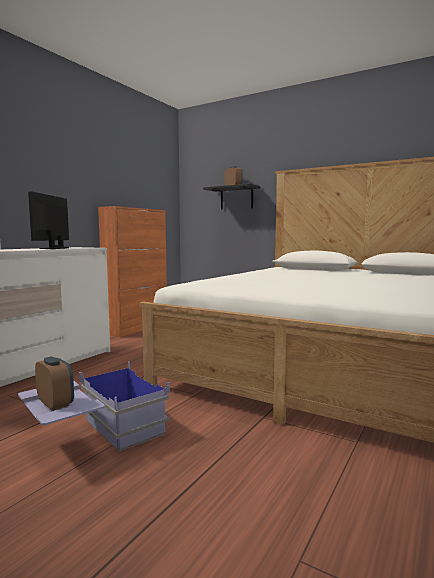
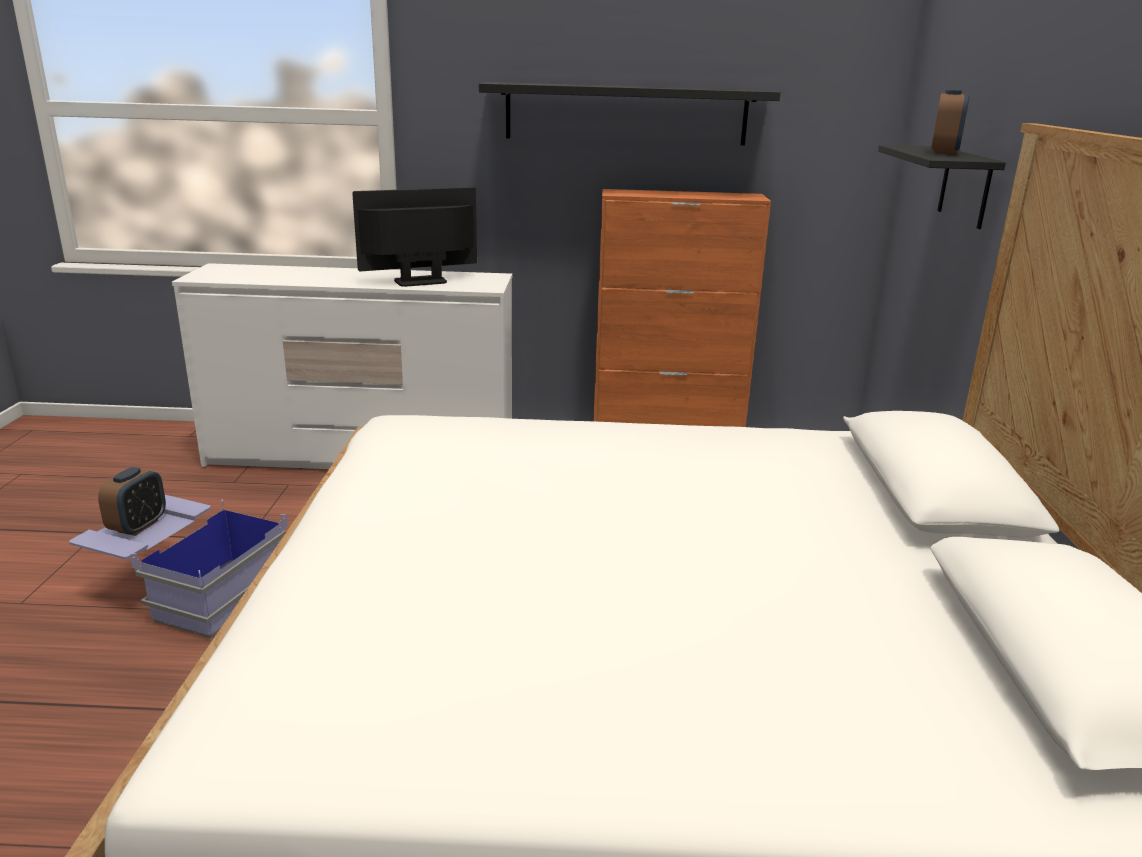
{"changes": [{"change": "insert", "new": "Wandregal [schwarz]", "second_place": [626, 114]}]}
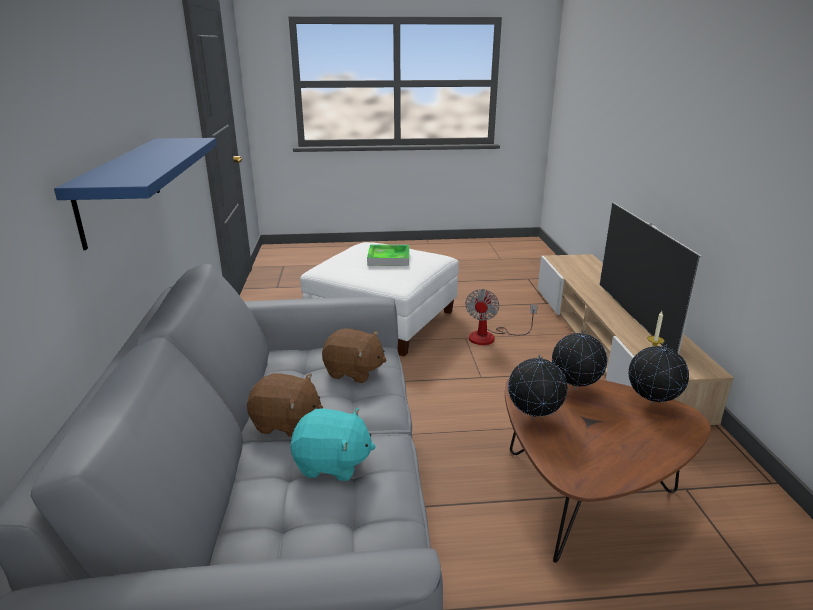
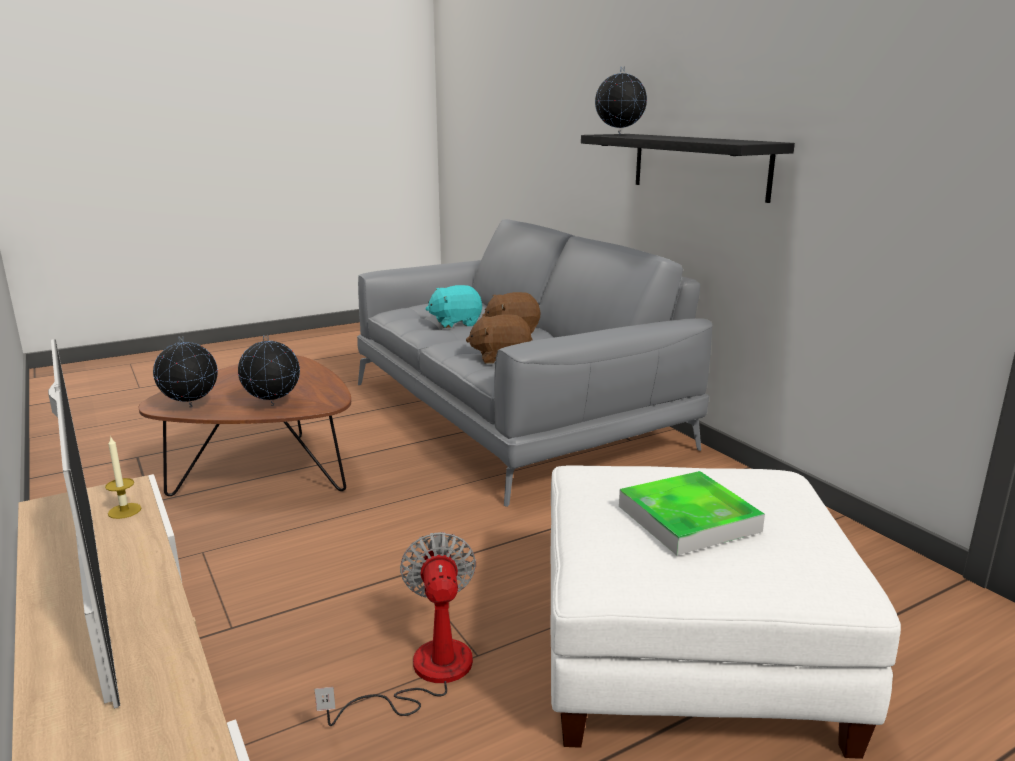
{"changes": [{"change": "recolor", "old": "Wandregal [blau]", "new": "Wandregal [schwarz]", "first_place": [120, 187], "second_place": [699, 165]}, {"change": "move", "old": "Globus", "first_place": [533, 417], "second_place": [619, 135]}]}
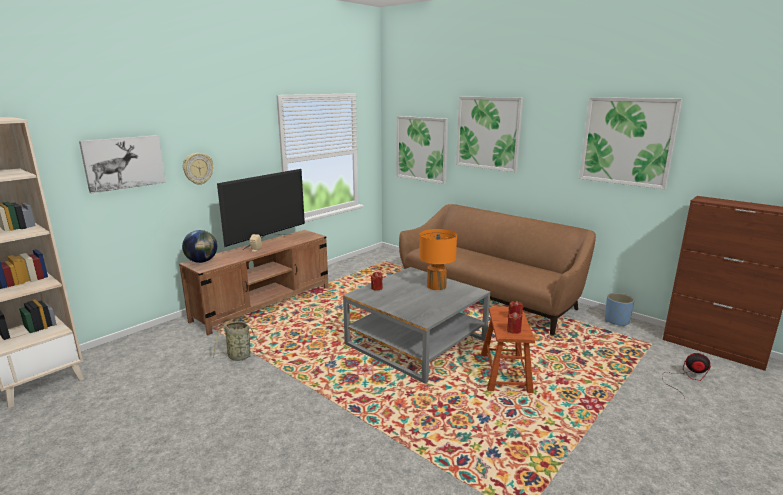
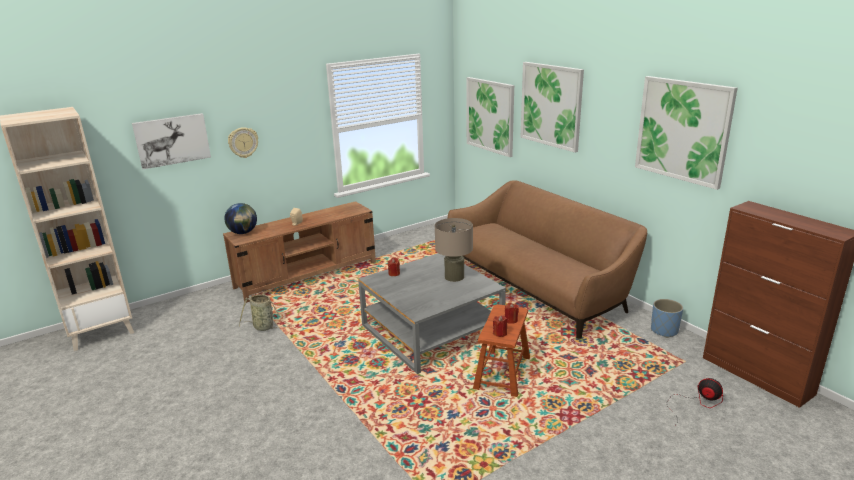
{"changes": [{"change": "delete", "old": "Fernseher", "first_place": [267, 241]}, {"change": "recolor", "old": "Tischlampe [orange]", "new": "Tischlampe [beige]", "first_place": [436, 286], "second_place": [454, 277]}]}
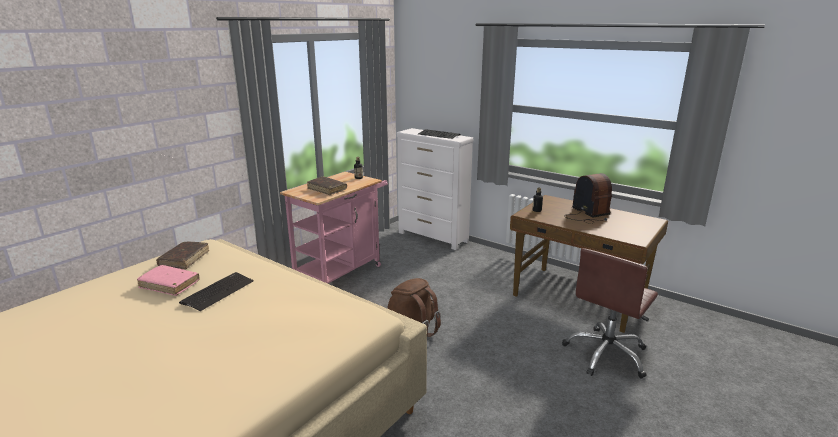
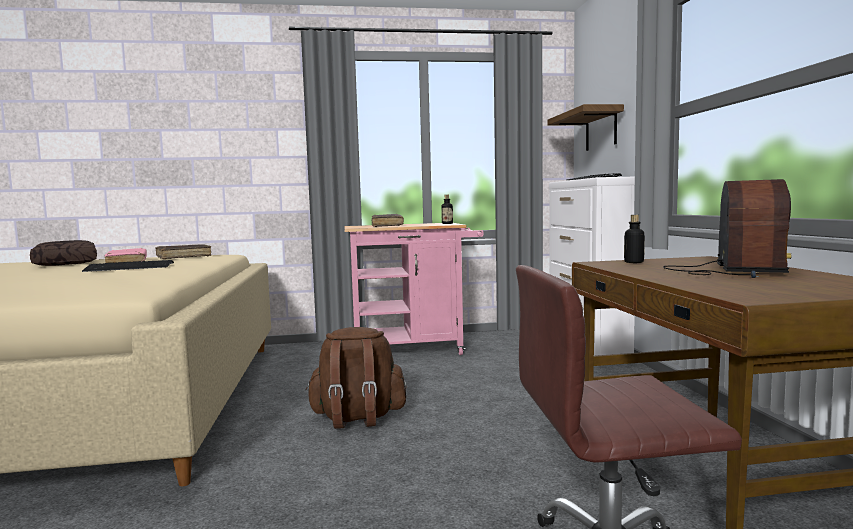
{"changes": [{"change": "insert", "new": "Wandregal", "second_place": [601, 130]}, {"change": "insert", "new": "Kissen [braun]", "second_place": [67, 263]}]}
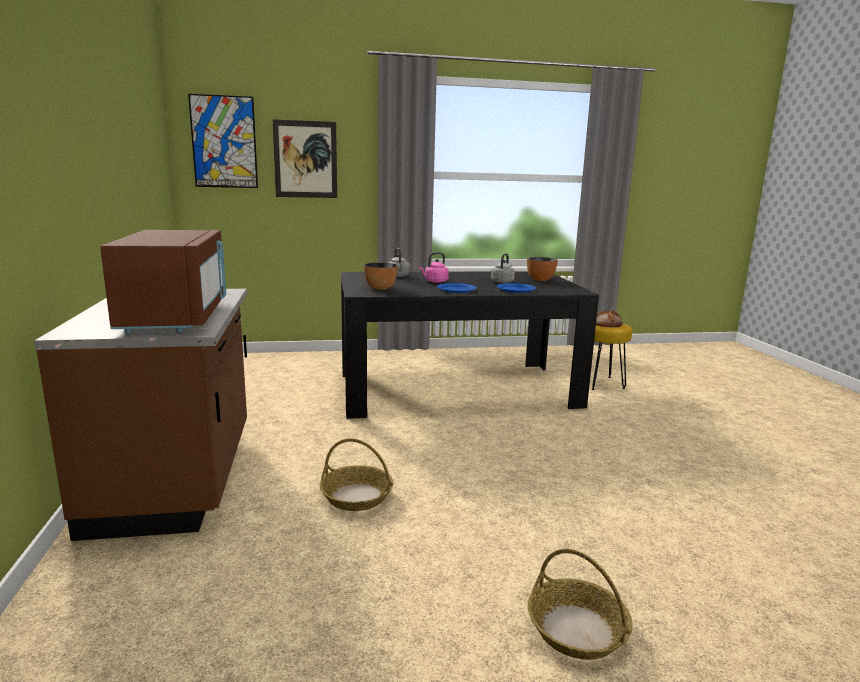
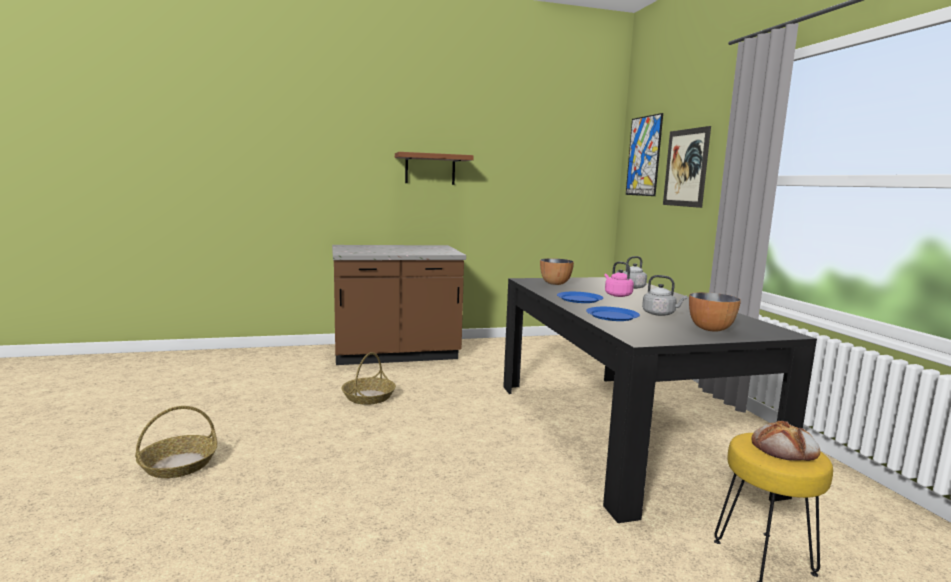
{"changes": [{"change": "delete", "old": "Mikrowelle [braun]", "first_place": [176, 317]}, {"change": "insert", "new": "Wandregal [braun]", "second_place": [430, 169]}]}
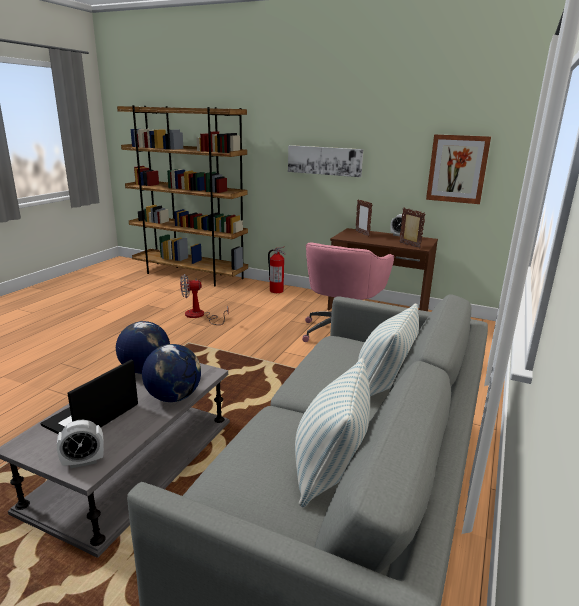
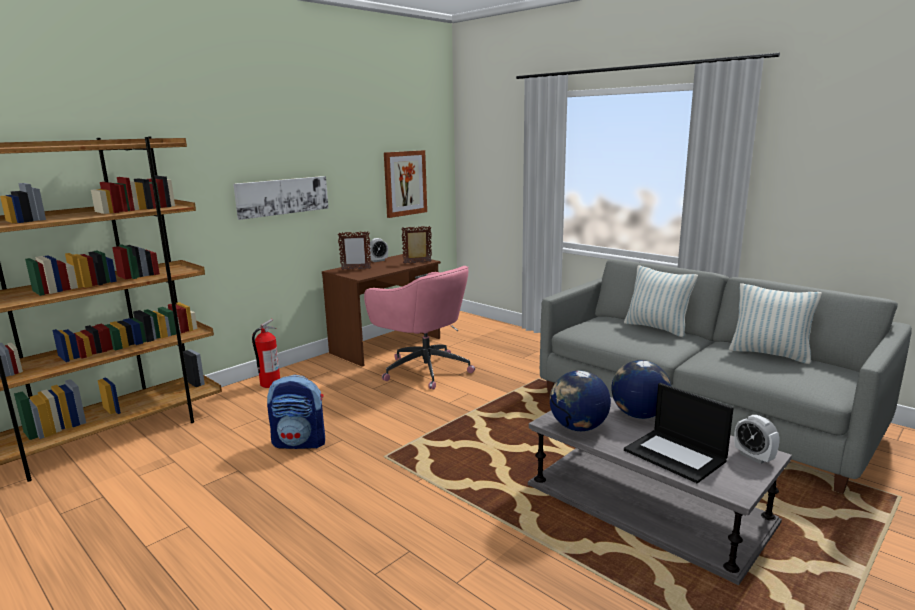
{"changes": [{"change": "replace", "old": "Ventilator", "new": "Rucksack", "first_place": [199, 316], "second_place": [300, 443]}, {"change": "rotate", "old": "Wecker", "first_place": [83, 461], "second_place": [753, 457], "degrees": 150}]}
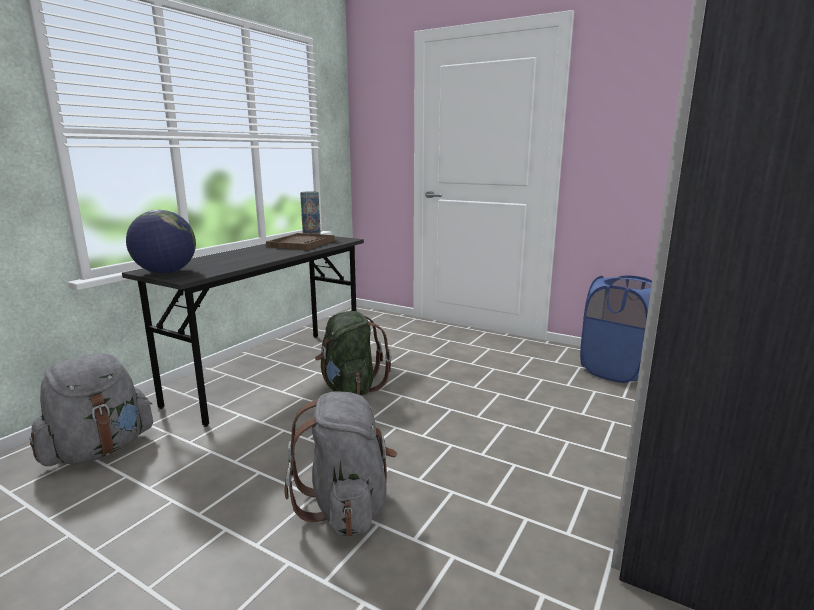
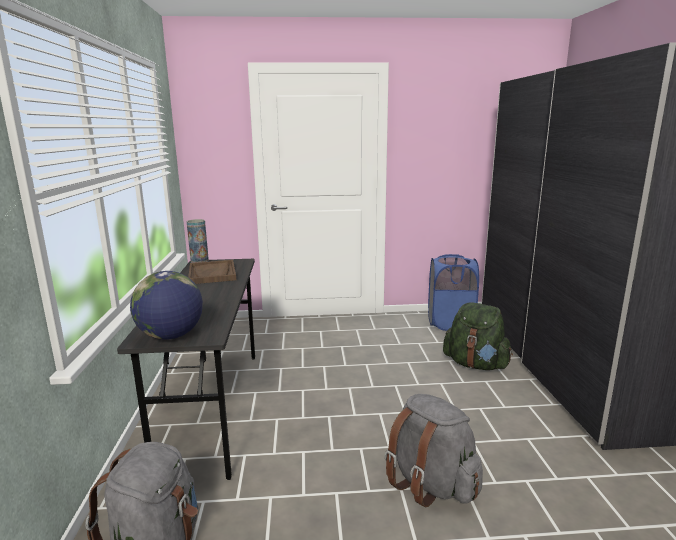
{"changes": [{"change": "move", "old": "Rucksack [grün]", "first_place": [350, 389], "second_place": [475, 364]}]}
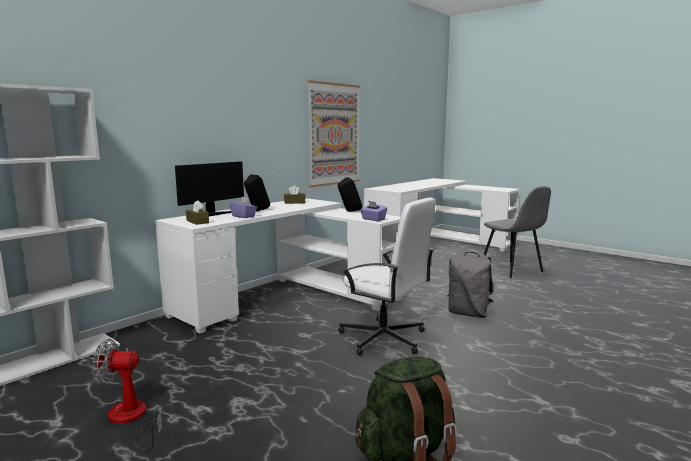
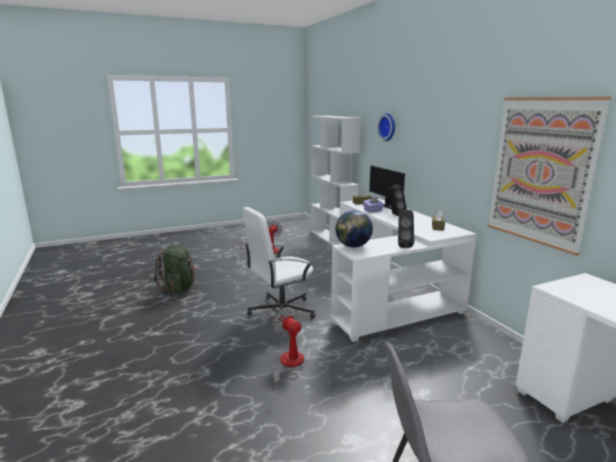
{"changes": [{"change": "replace", "old": "Taschentuchbox [lila]", "new": "Globus", "first_place": [373, 219], "second_place": [353, 246]}, {"change": "replace", "old": "Rucksack [grau]", "new": "Ventilator", "first_place": [468, 314], "second_place": [289, 365]}, {"change": "insert", "new": "Wanduhr", "second_place": [388, 127]}]}
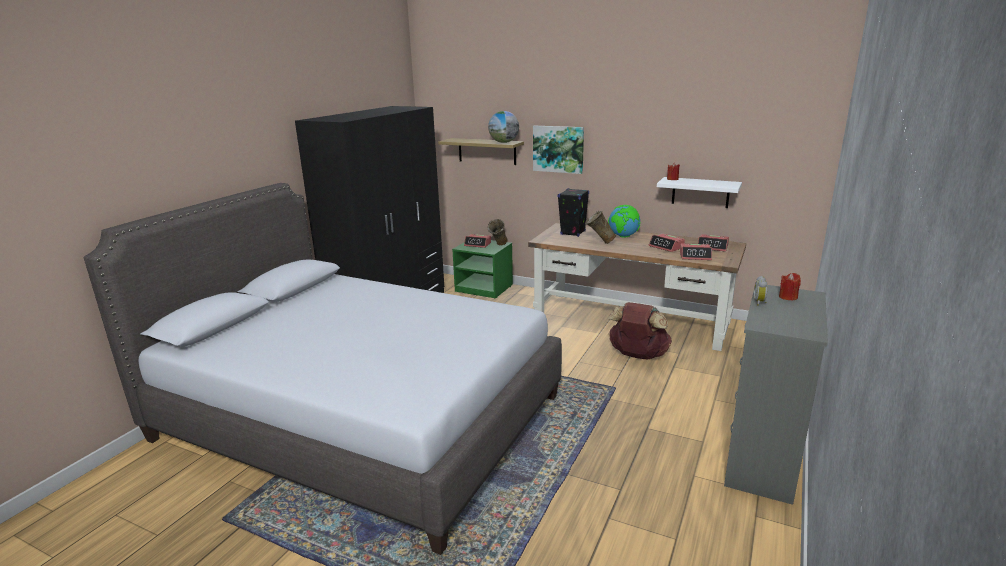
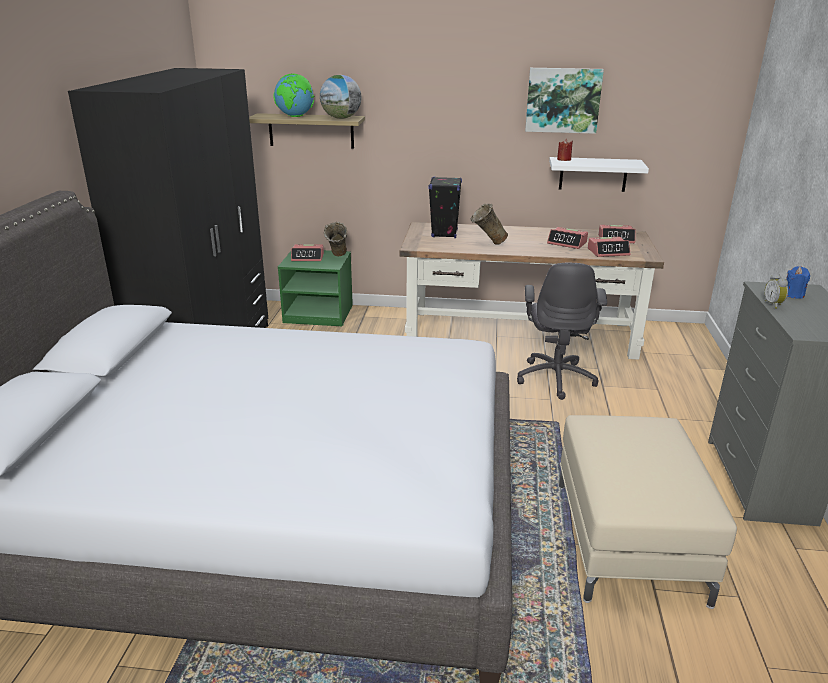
{"changes": [{"change": "move", "old": "Bild", "first_place": [558, 149], "second_place": [563, 100]}, {"change": "move", "old": "Globus", "first_place": [623, 236], "second_place": [295, 117]}, {"change": "recolor", "old": "Kerze [rot]", "new": "Kerze [blau]", "first_place": [788, 297], "second_place": [793, 295]}, {"change": "replace", "old": "Rucksack [braun]", "new": "Bürostuhl [grau]", "first_place": [637, 355], "second_place": [556, 378]}, {"change": "insert", "new": "Polsterhocker [beige]", "second_place": [629, 541]}]}
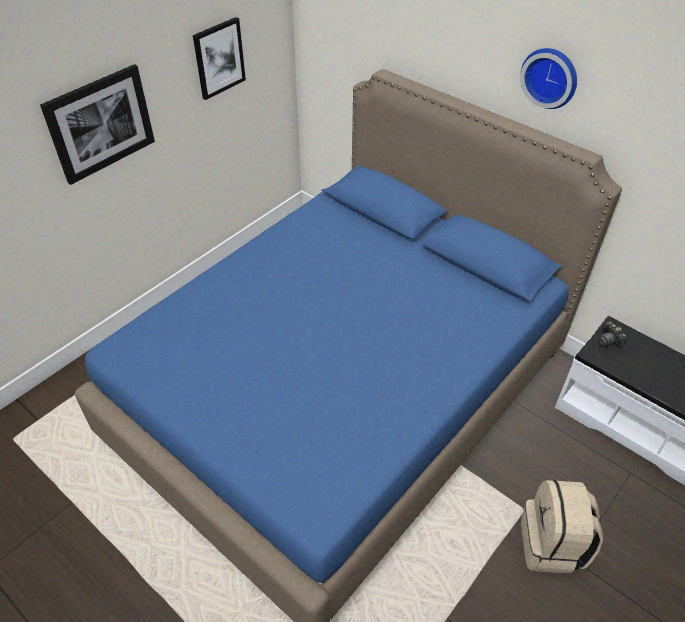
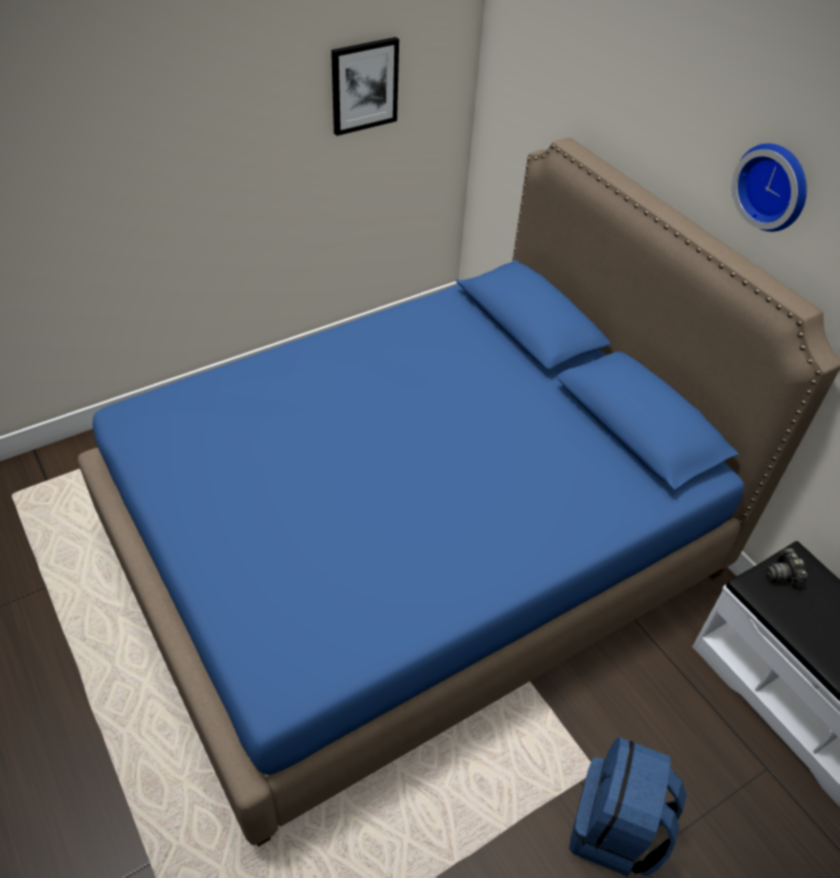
{"changes": [{"change": "delete", "old": "Bild", "first_place": [100, 123]}, {"change": "recolor", "old": "Rucksack [beige]", "new": "Rucksack [blau]", "first_place": [552, 545], "second_place": [615, 830]}]}
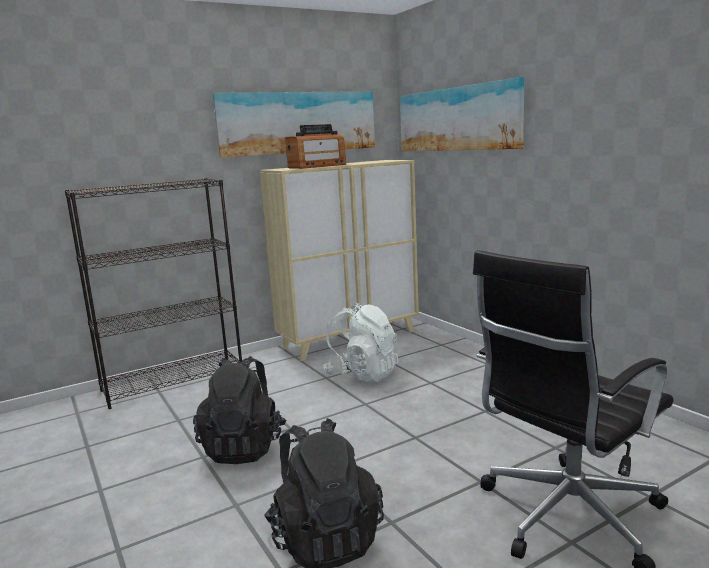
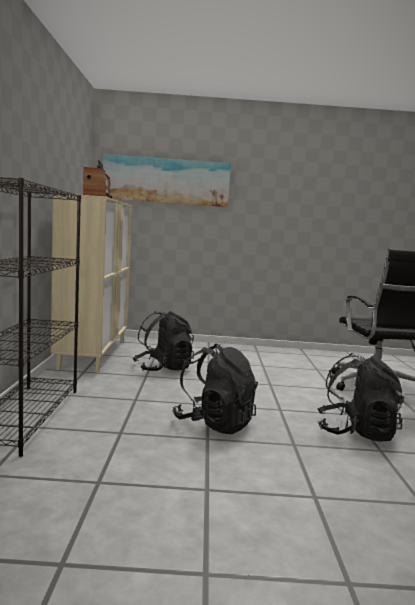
{"changes": [{"change": "delete", "old": "Bild", "first_place": [298, 122]}, {"change": "recolor", "old": "Rucksack [weiß]", "new": "Rucksack [schwarz]", "first_place": [363, 375], "second_place": [163, 368]}]}
